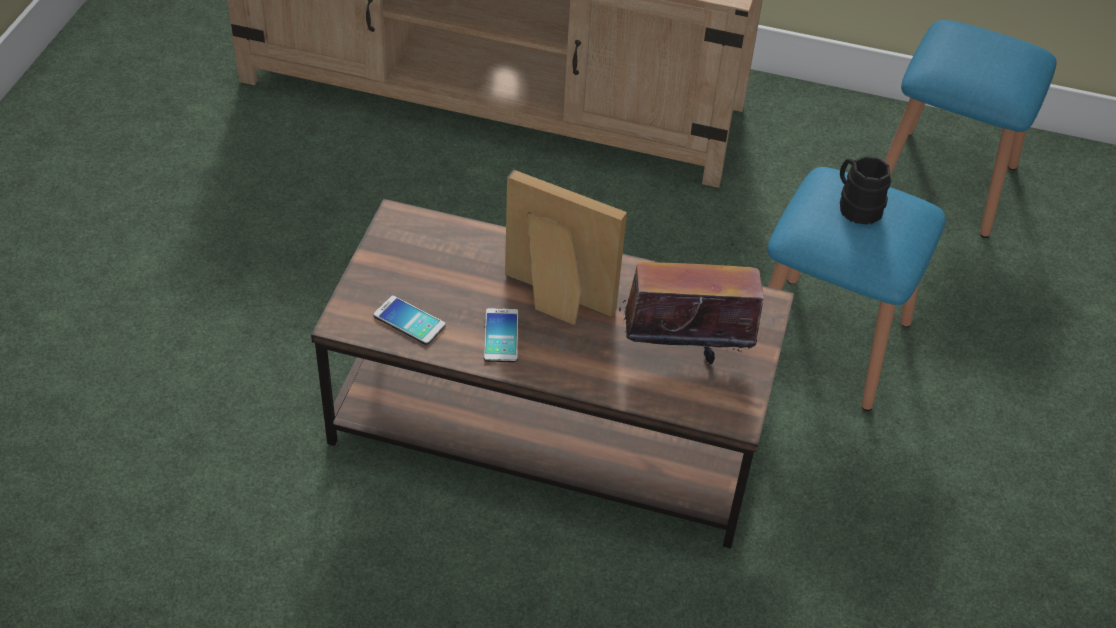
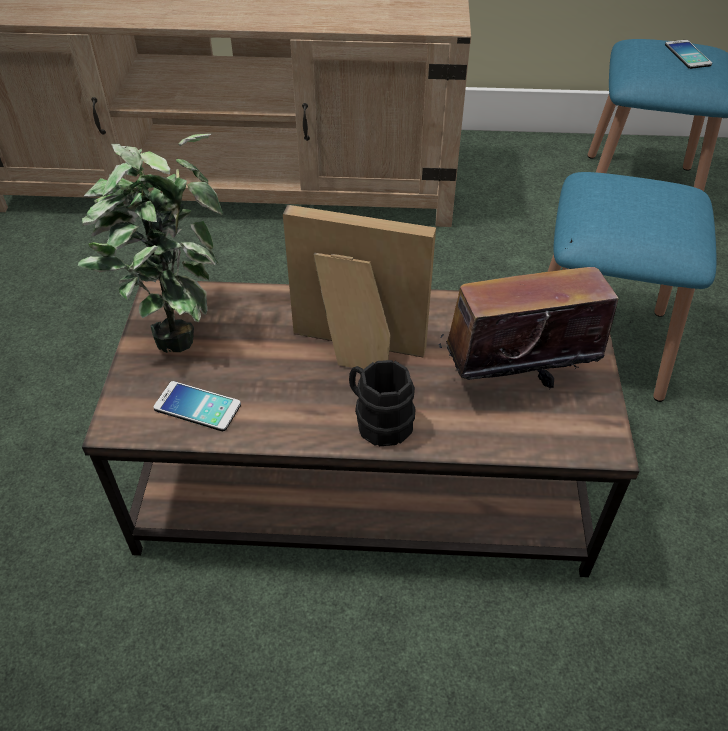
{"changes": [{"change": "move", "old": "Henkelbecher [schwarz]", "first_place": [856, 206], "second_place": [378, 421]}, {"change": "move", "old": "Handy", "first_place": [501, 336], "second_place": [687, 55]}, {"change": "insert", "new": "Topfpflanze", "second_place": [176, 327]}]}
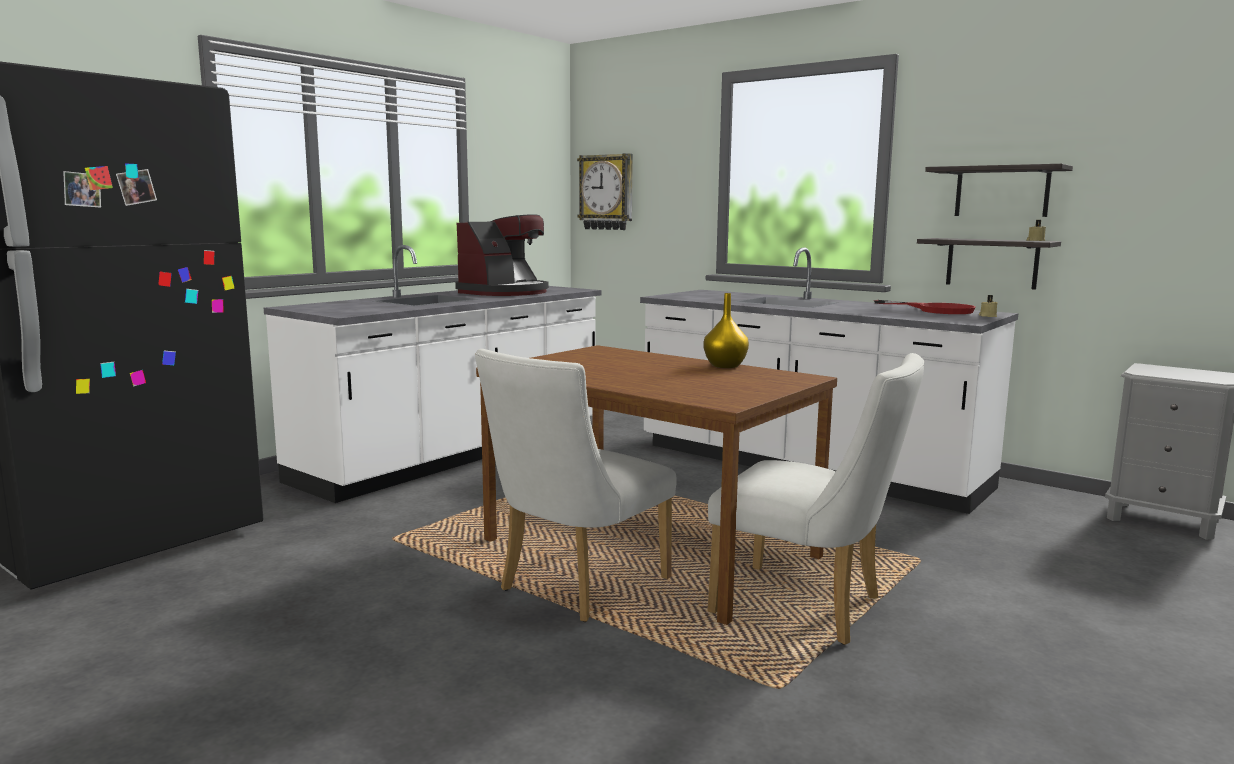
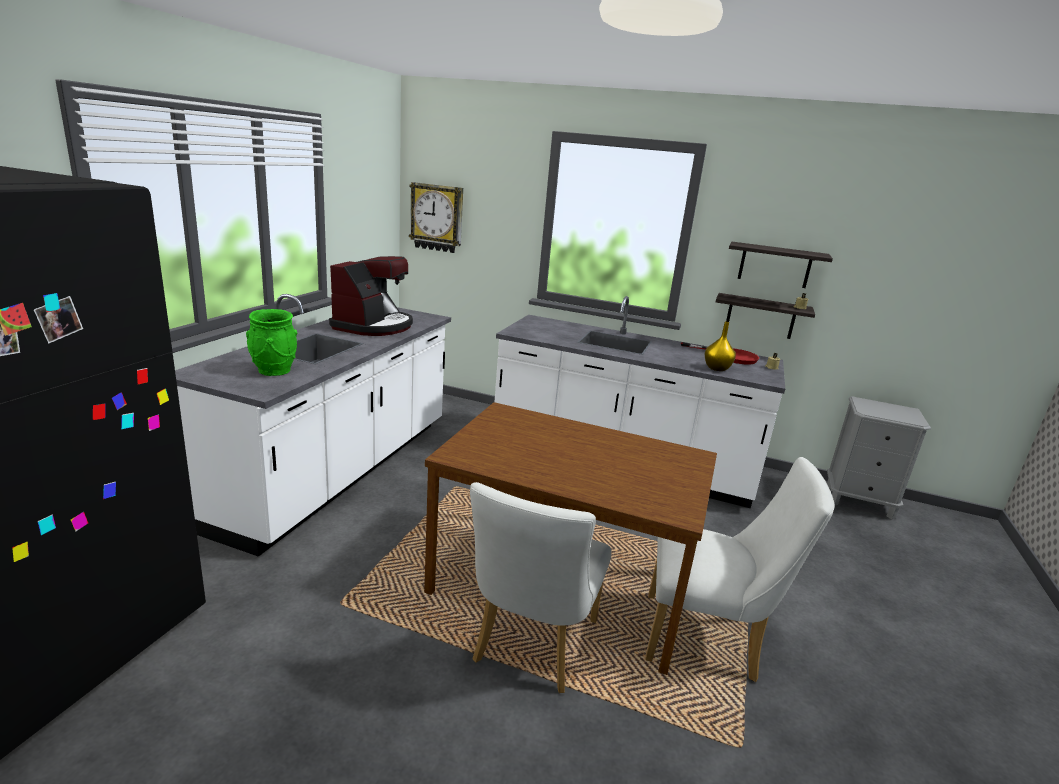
{"changes": [{"change": "move", "old": "Vase [gelb]", "first_place": [726, 366], "second_place": [717, 368]}, {"change": "insert", "new": "Vase [grün]", "second_place": [274, 371]}]}
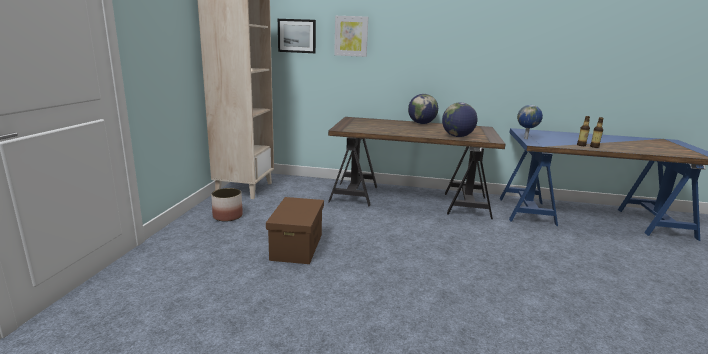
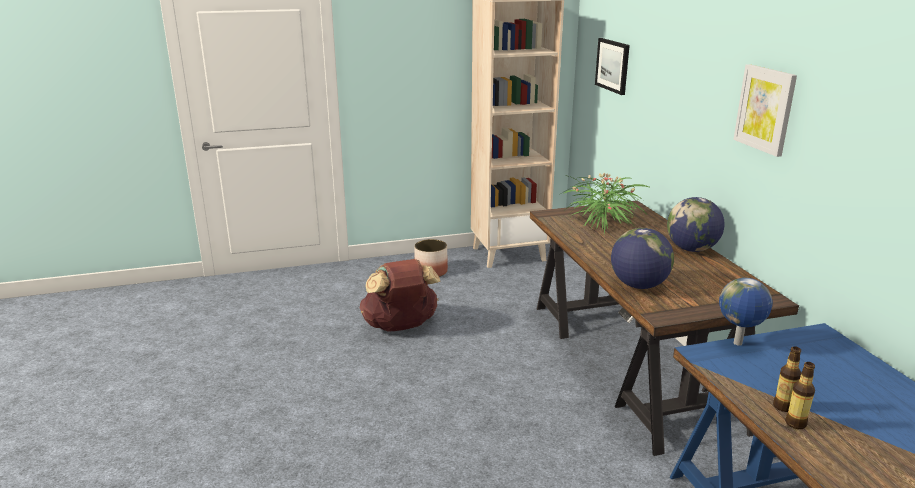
{"changes": [{"change": "move", "old": "Bild", "first_place": [351, 36], "second_place": [765, 109]}, {"change": "replace", "old": "Aufbewahrungsbox [braun]", "new": "Rucksack [braun]", "first_place": [297, 247], "second_place": [400, 327]}, {"change": "insert", "new": "Topfpflanze", "second_place": [602, 222]}]}
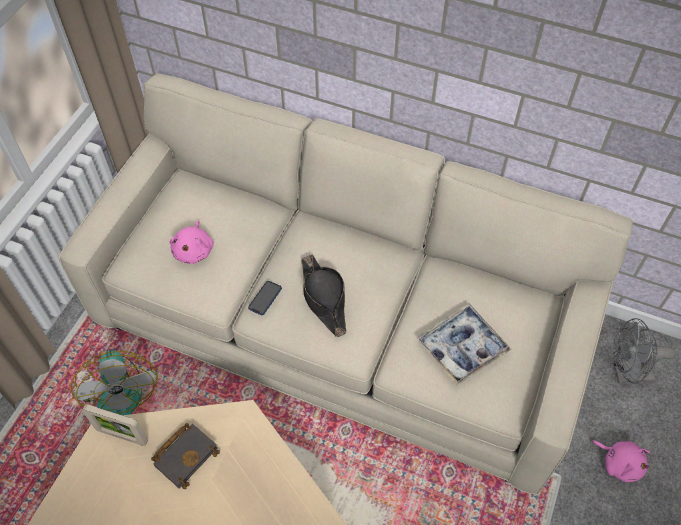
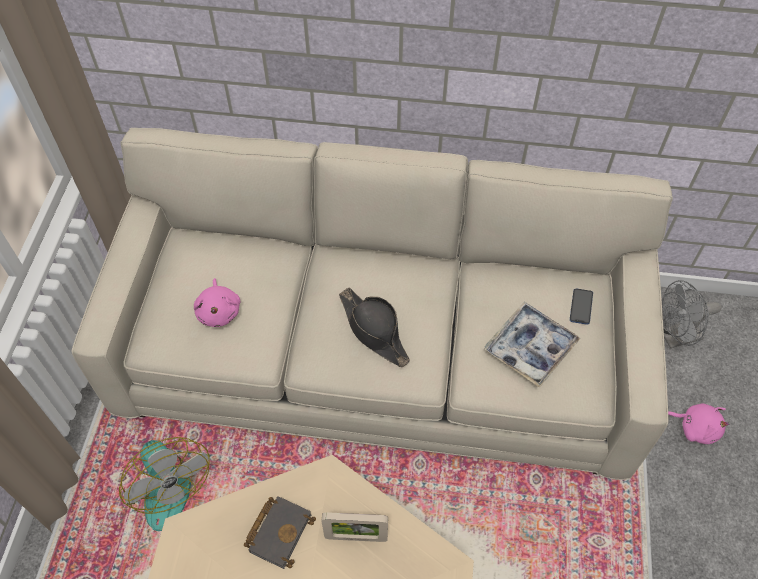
{"changes": [{"change": "move", "old": "Handy", "first_place": [265, 298], "second_place": [581, 307]}, {"change": "move", "old": "Bilderrahmen", "first_place": [122, 436], "second_place": [356, 537]}]}
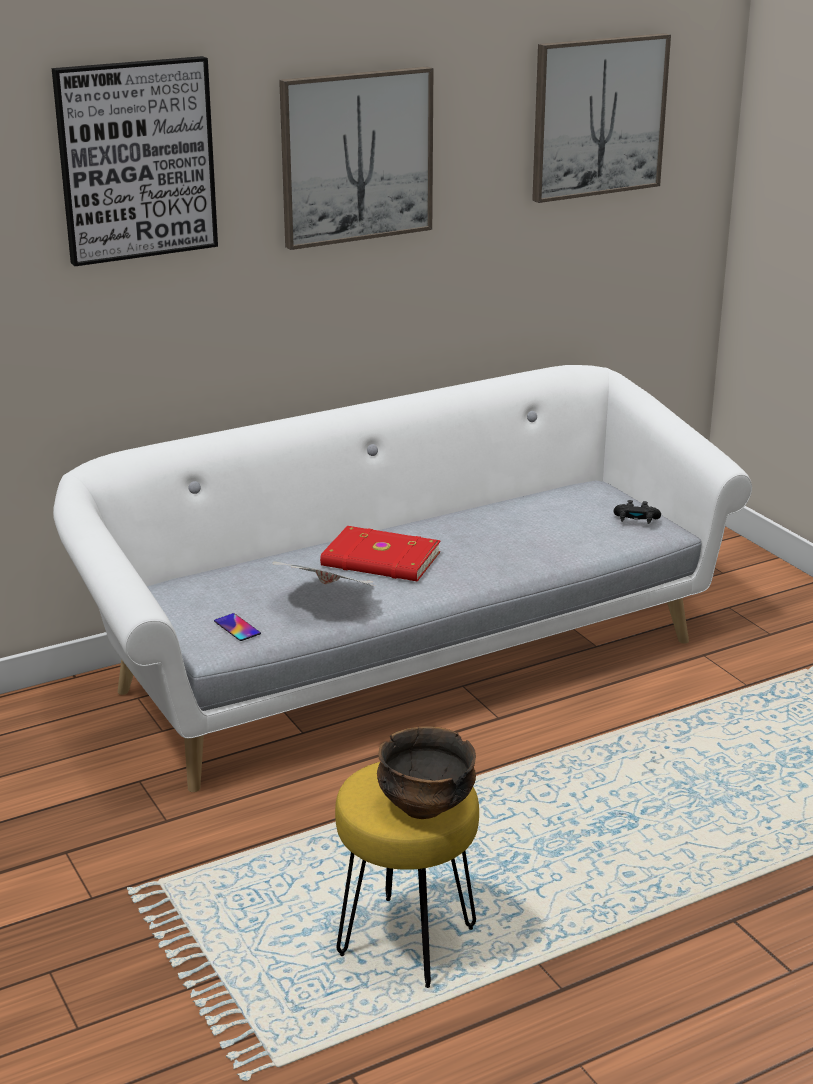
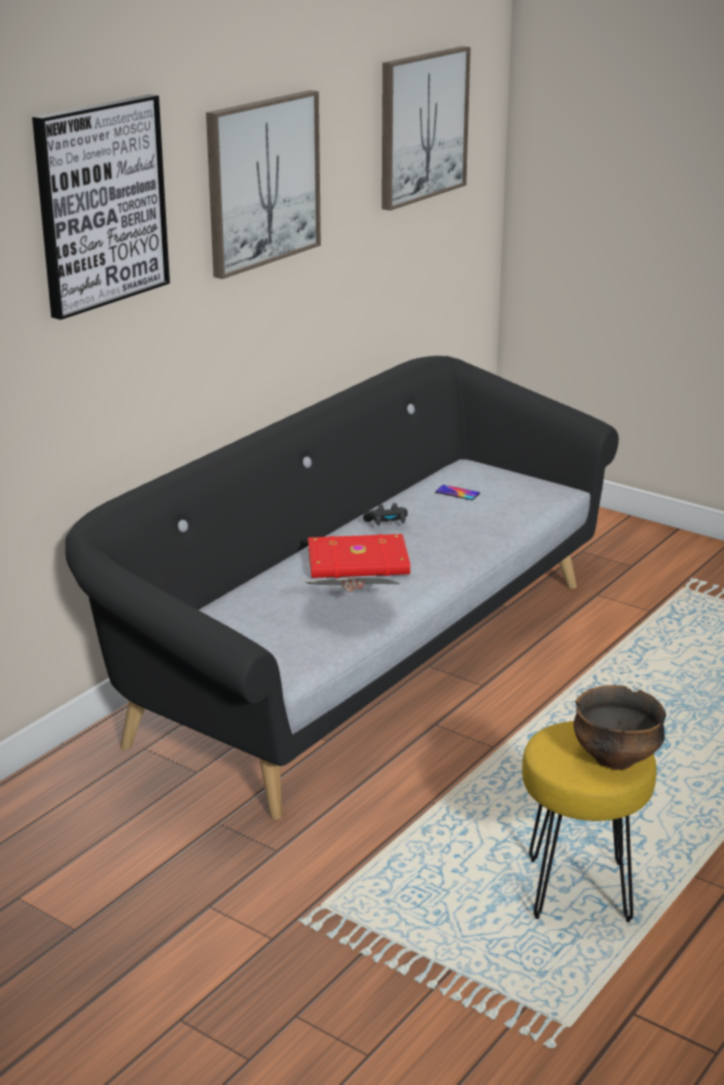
{"changes": [{"change": "recolor", "old": "Sofa [weiß]", "new": "Sofa [schwarz]", "first_place": [406, 661], "second_place": [361, 656]}, {"change": "move", "old": "Gamepad [schwarz]", "first_place": [636, 521], "second_place": [387, 523]}, {"change": "move", "old": "Handy", "first_place": [237, 628], "second_place": [457, 493]}]}
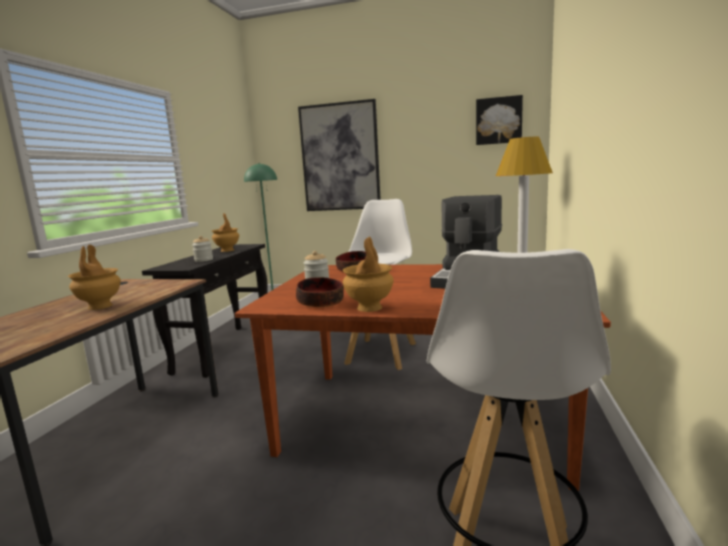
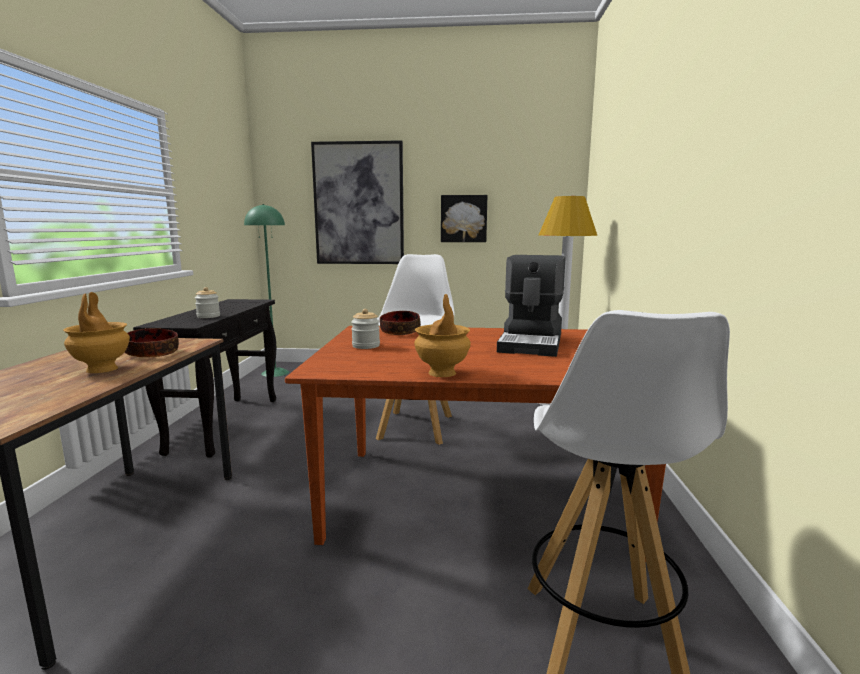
{"changes": [{"change": "move", "old": "Bild", "first_place": [498, 120], "second_place": [463, 218]}, {"change": "delete", "old": "Vase [braun]", "first_place": [227, 250]}, {"change": "move", "old": "Schüssel", "first_place": [320, 303], "second_place": [152, 354]}]}
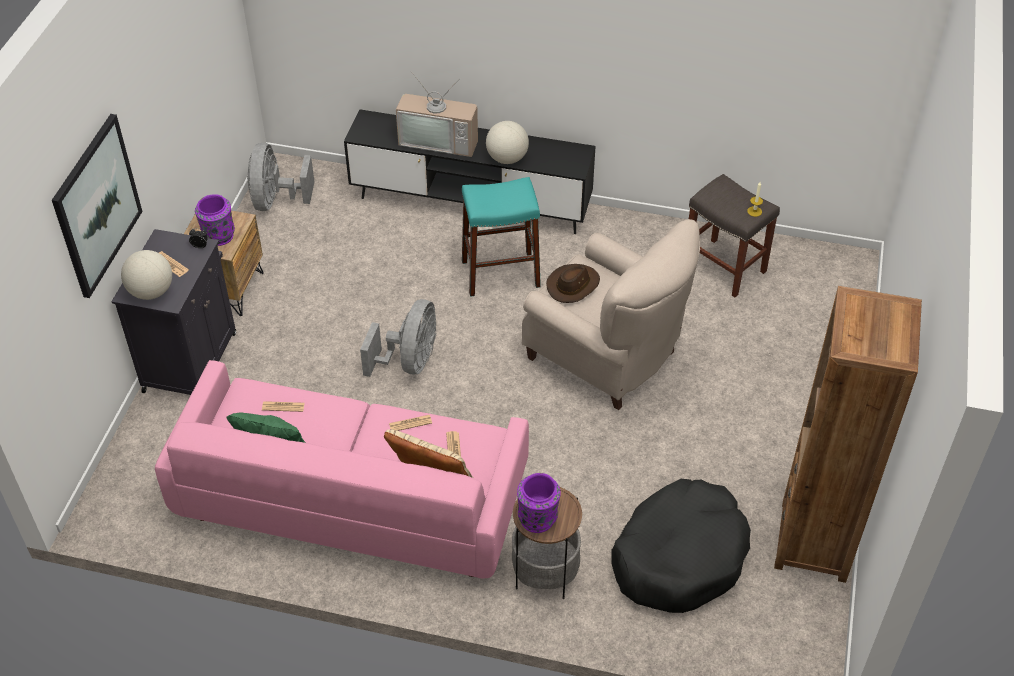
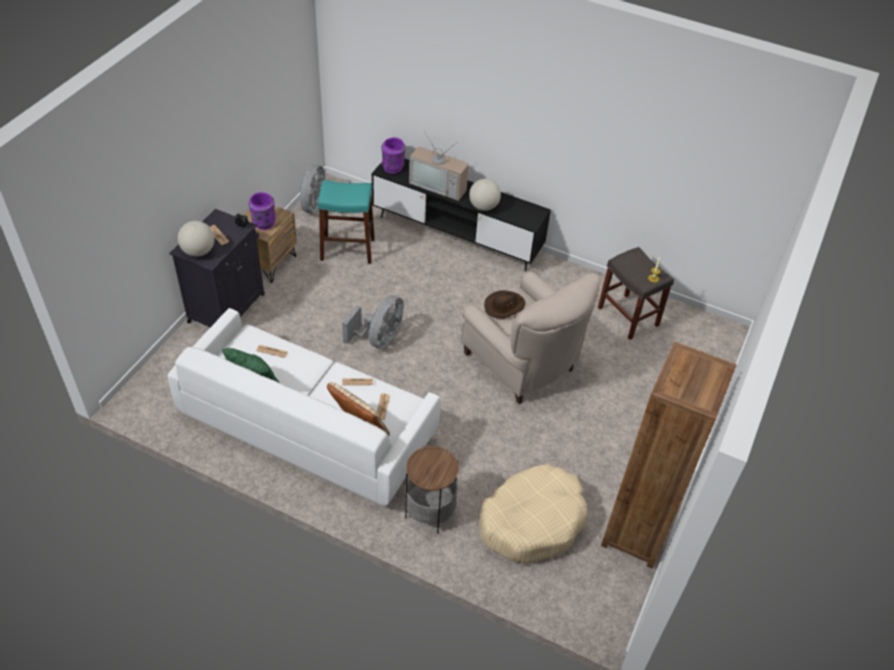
{"changes": [{"change": "delete", "old": "Bild", "first_place": [97, 205]}, {"change": "move", "old": "Hocker [türkis]", "first_place": [501, 273], "second_place": [347, 249]}, {"change": "recolor", "old": "Sofa [rosa]", "new": "Sofa [weiß]", "first_place": [352, 498], "second_place": [308, 427]}, {"change": "move", "old": "Vase [lila]", "first_place": [538, 518], "second_place": [393, 167]}, {"change": "recolor", "old": "Hundebett [schwarz]", "new": "Hundebett [beige]", "first_place": [679, 556], "second_place": [532, 521]}]}
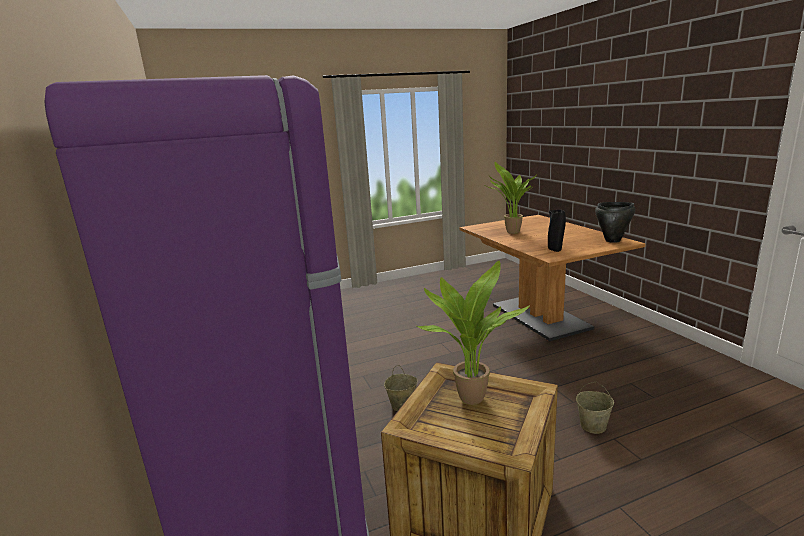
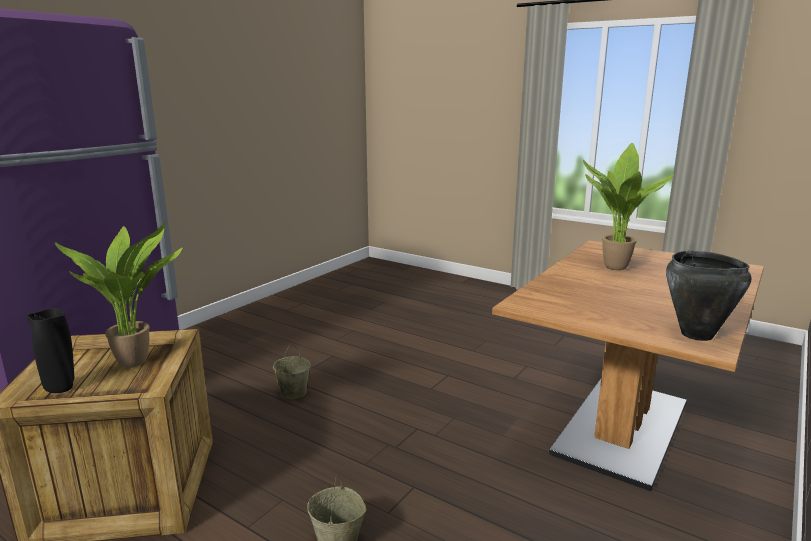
{"changes": [{"change": "move", "old": "Vase [schwarz]", "first_place": [555, 250], "second_place": [61, 388]}]}
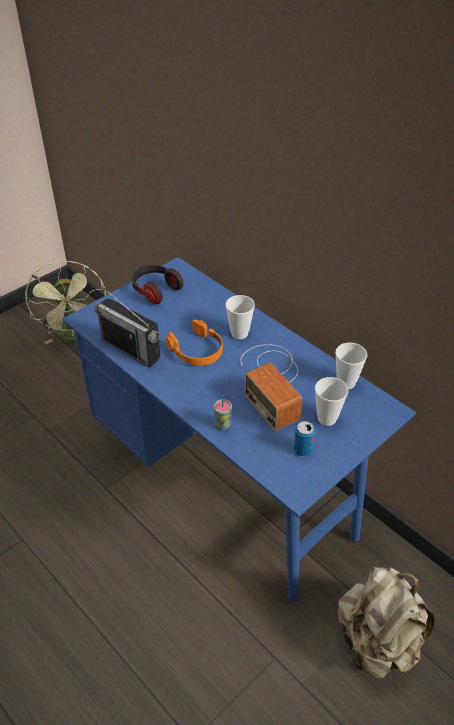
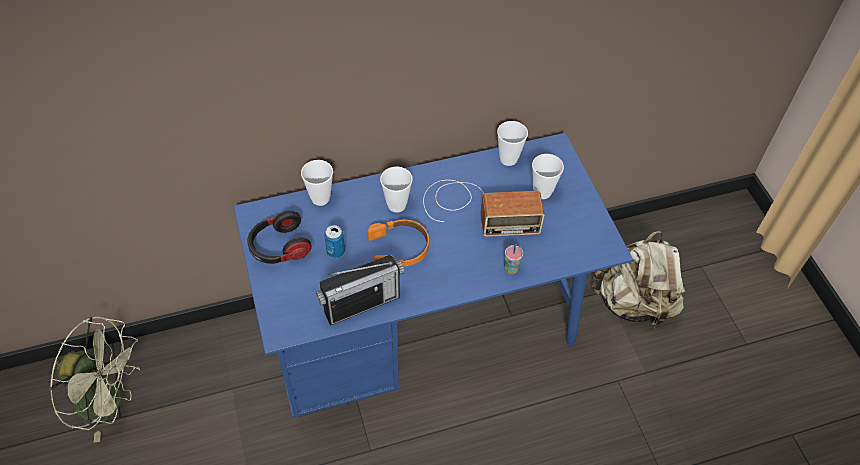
{"changes": [{"change": "move", "old": "Dose", "first_place": [302, 450], "second_place": [336, 251]}, {"change": "insert", "new": "Tasse", "second_place": [320, 198]}]}
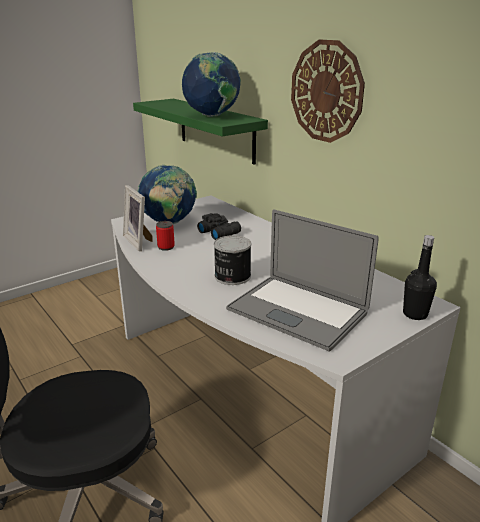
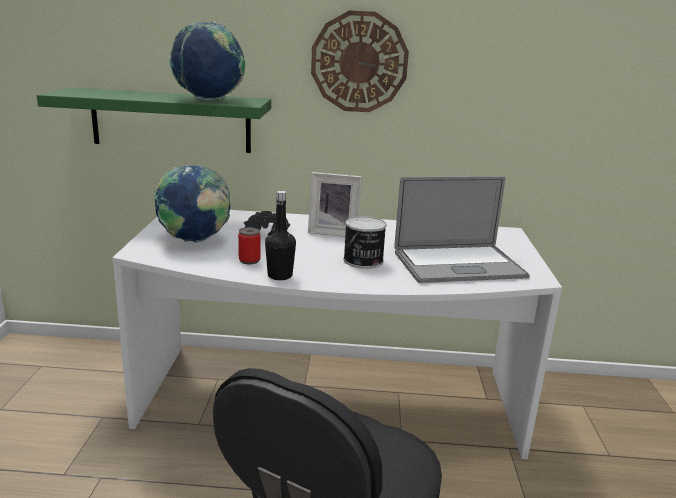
{"changes": [{"change": "move", "old": "Bilderrahmen", "first_place": [140, 241], "second_place": [333, 232]}, {"change": "move", "old": "Flasche [schwarz]", "first_place": [415, 314], "second_place": [280, 275]}]}
